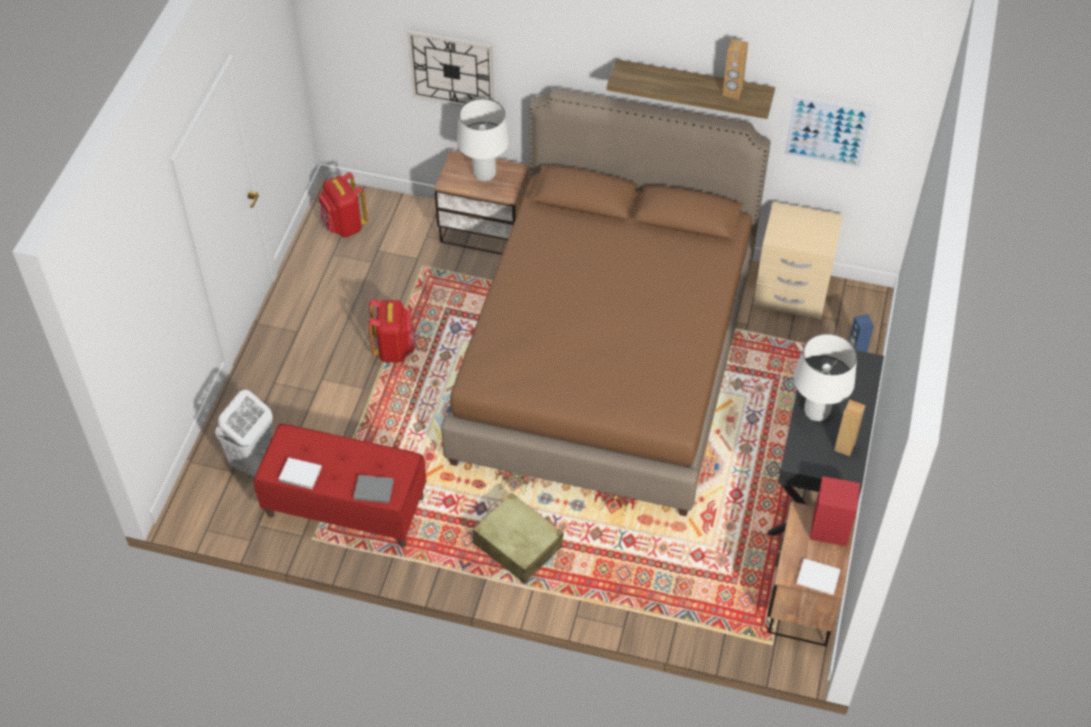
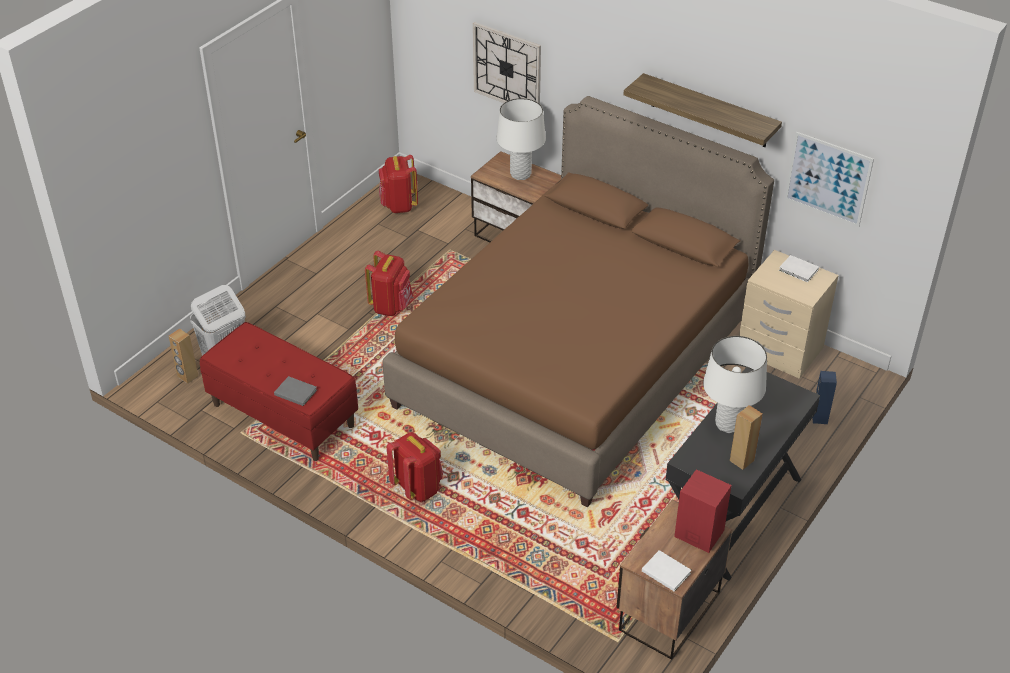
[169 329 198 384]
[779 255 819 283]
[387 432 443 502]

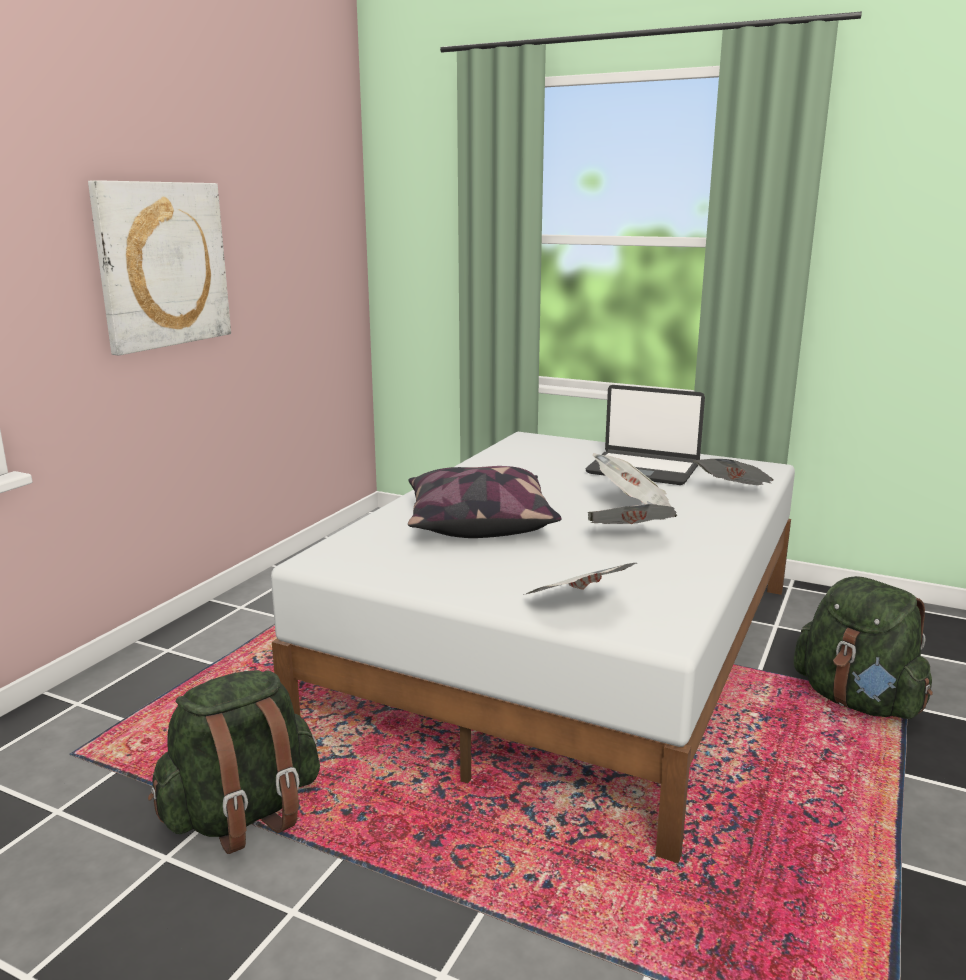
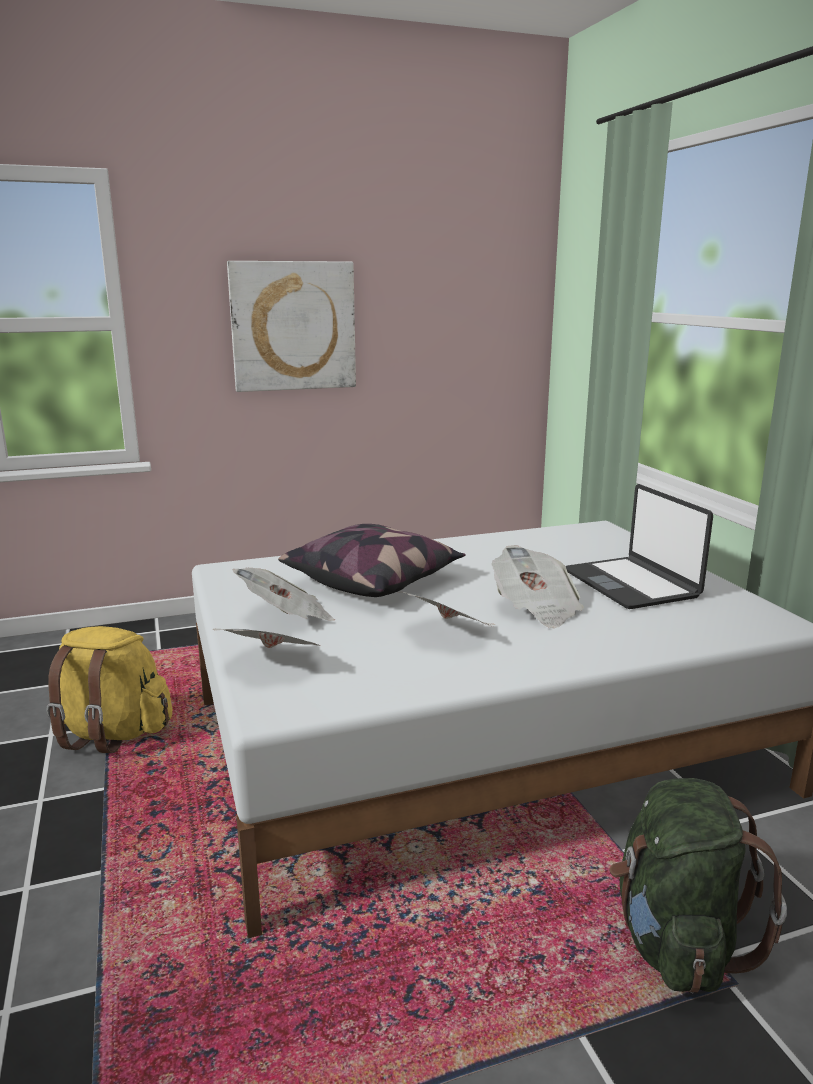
[232 568 335 621]
[46 626 172 753]

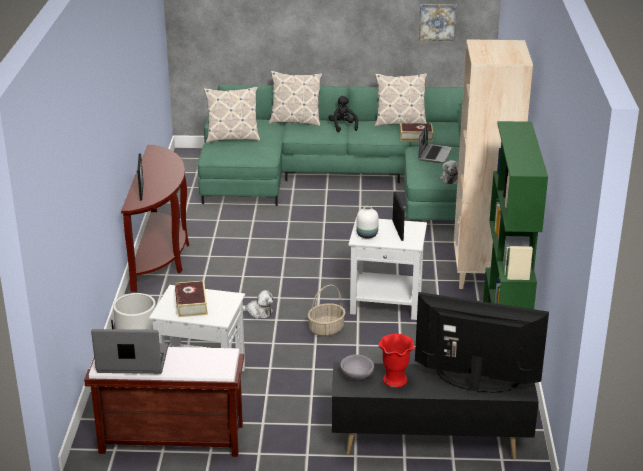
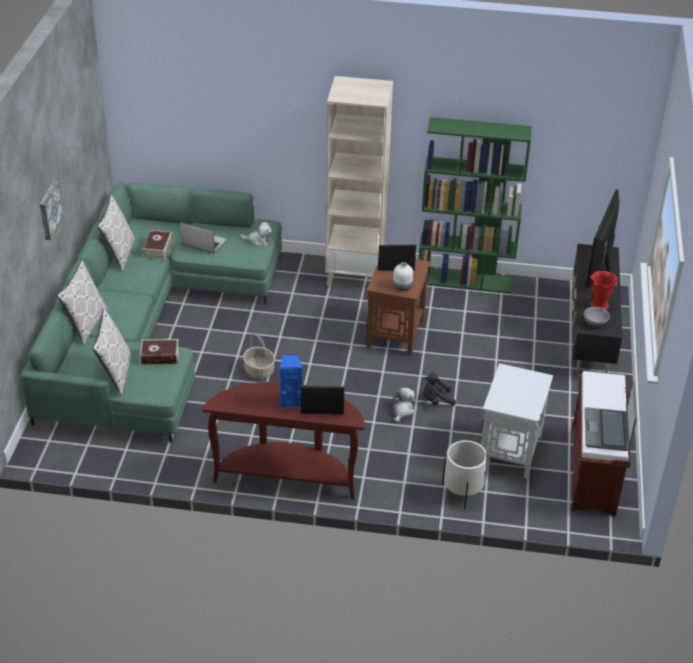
[40 181 64 240]
[423 372 456 406]
[366 259 431 355]
[140 339 179 364]
[243 333 275 379]
[279 354 302 408]

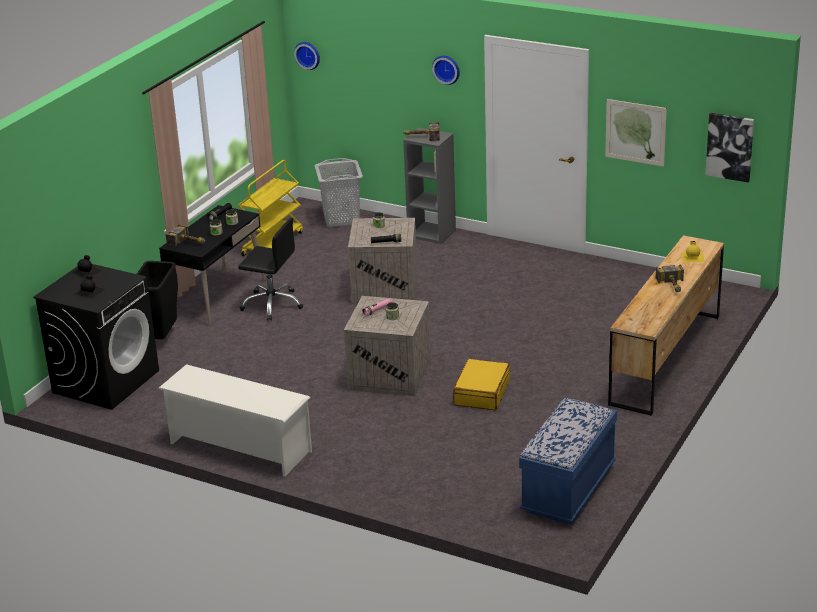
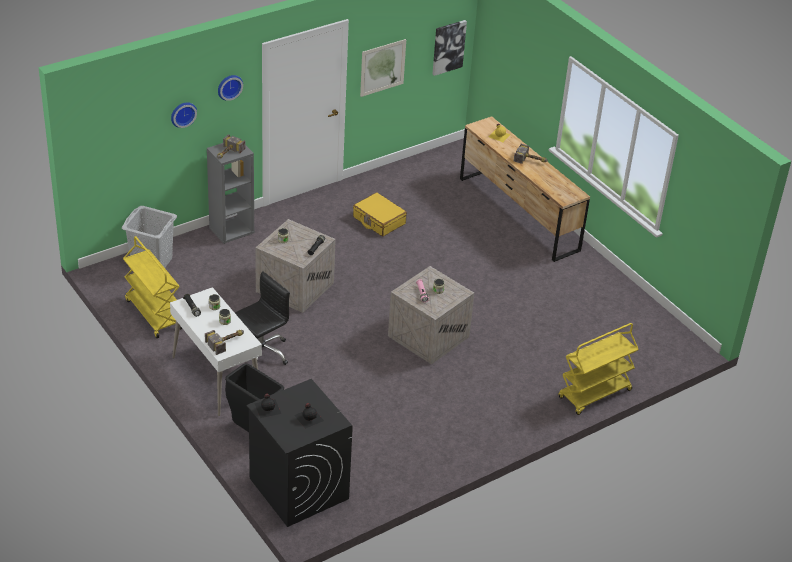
[171 102 197 128]
[170 287 262 416]
[353 192 407 237]
[158 364 312 476] (first image)
[519 398 617 525] (first image)
[558 323 639 415]

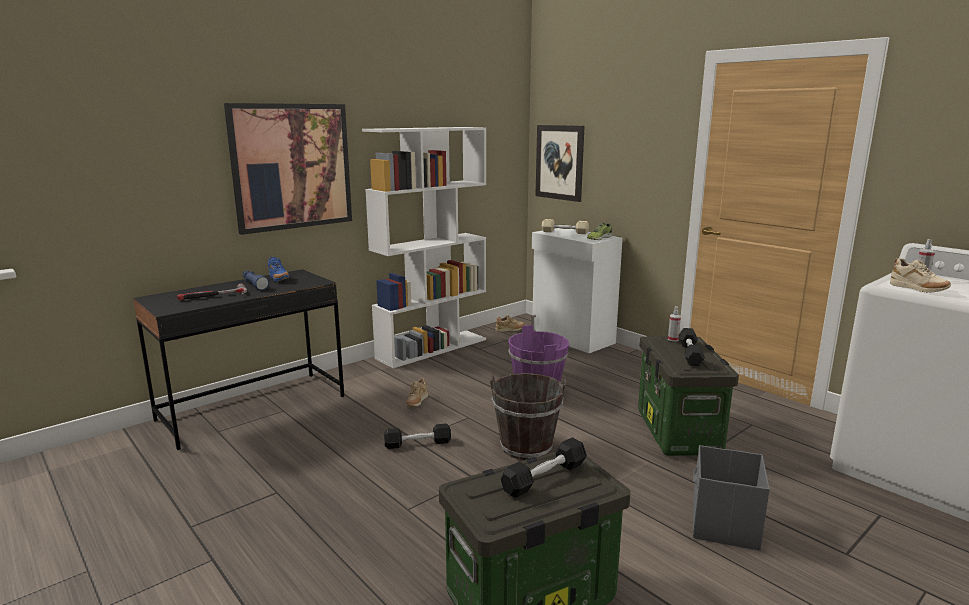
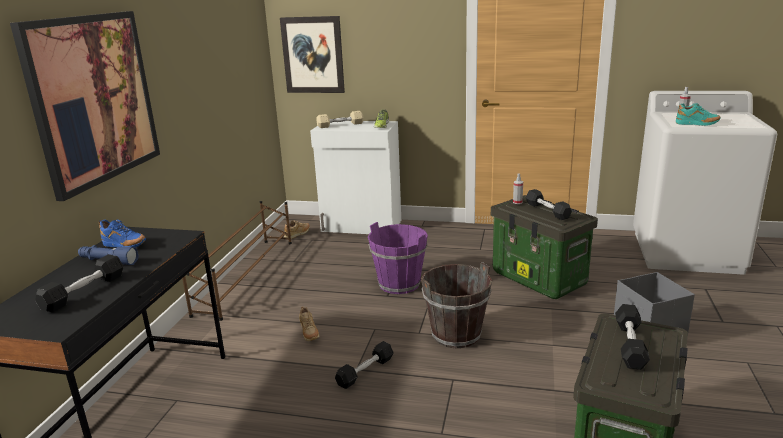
[182 201 292 321]
[676 103 721 126]
[35 254 124 312]

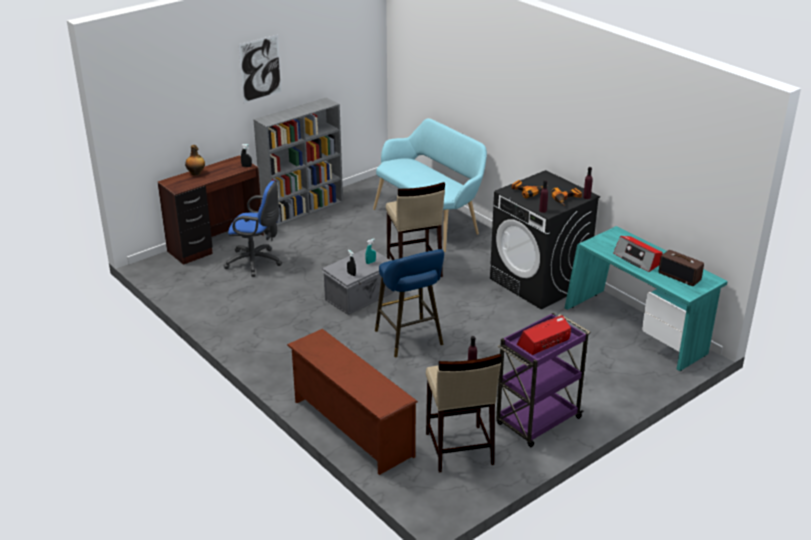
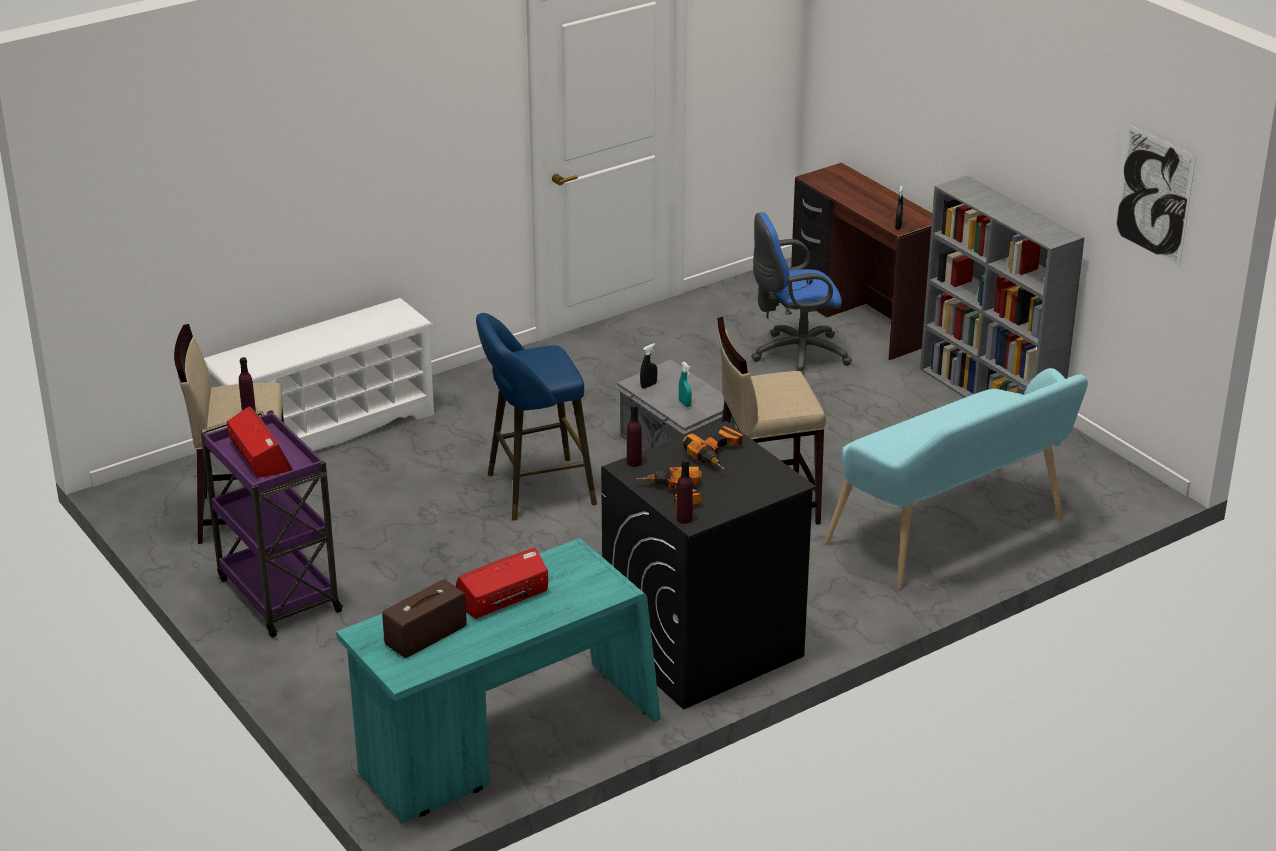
[1113 124 1196 269]
[185 145 205 176] (first image)
[751 212 852 376]
[204 298 434 451]

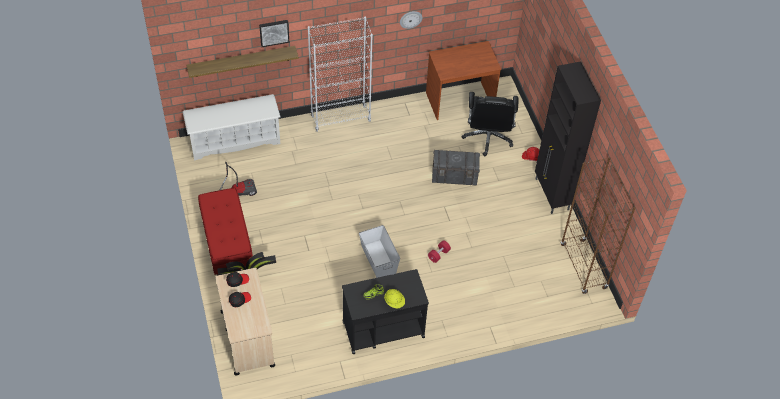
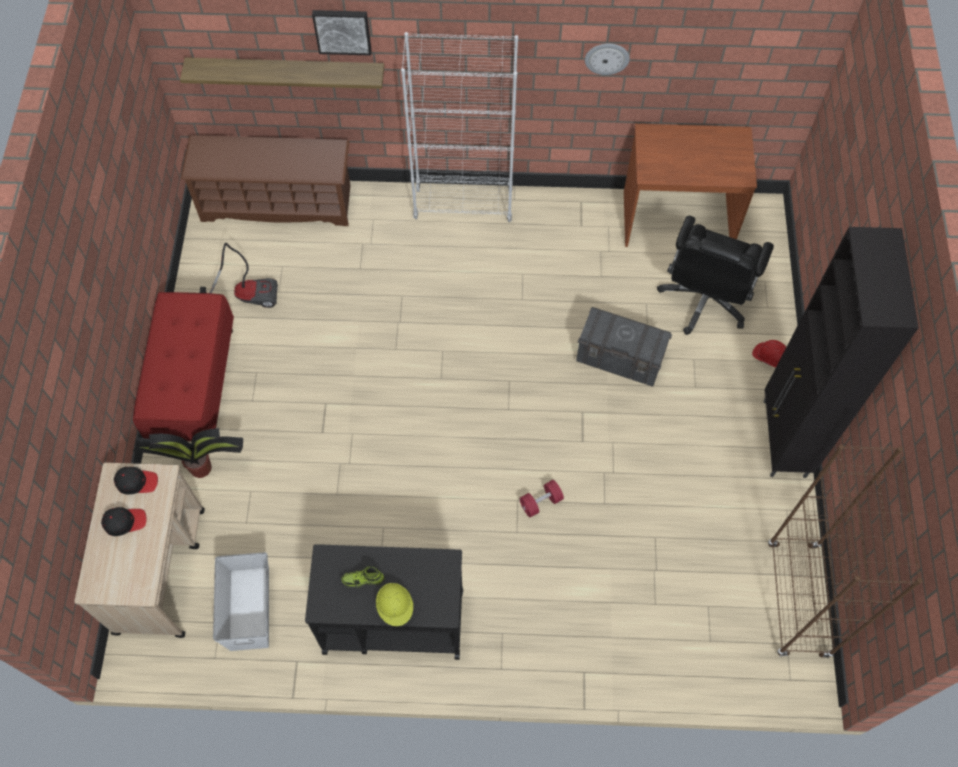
[181 135 351 226]
[213 552 269 651]

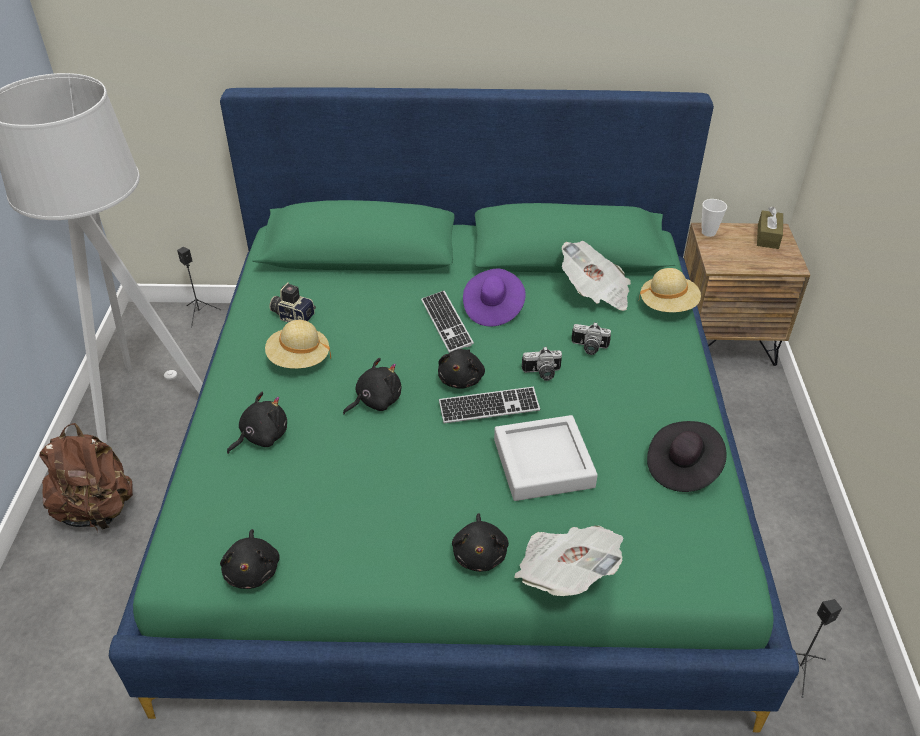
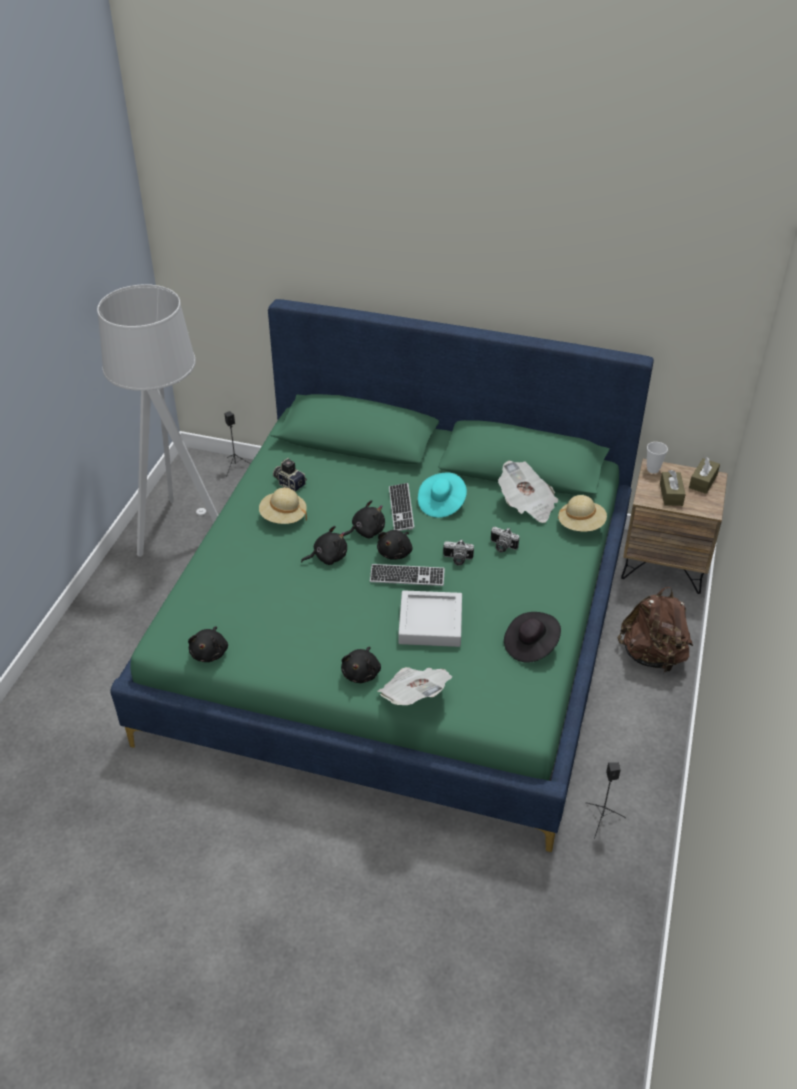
[418 473 467 518]
[344 500 385 538]
[617 587 693 672]
[660 470 686 506]

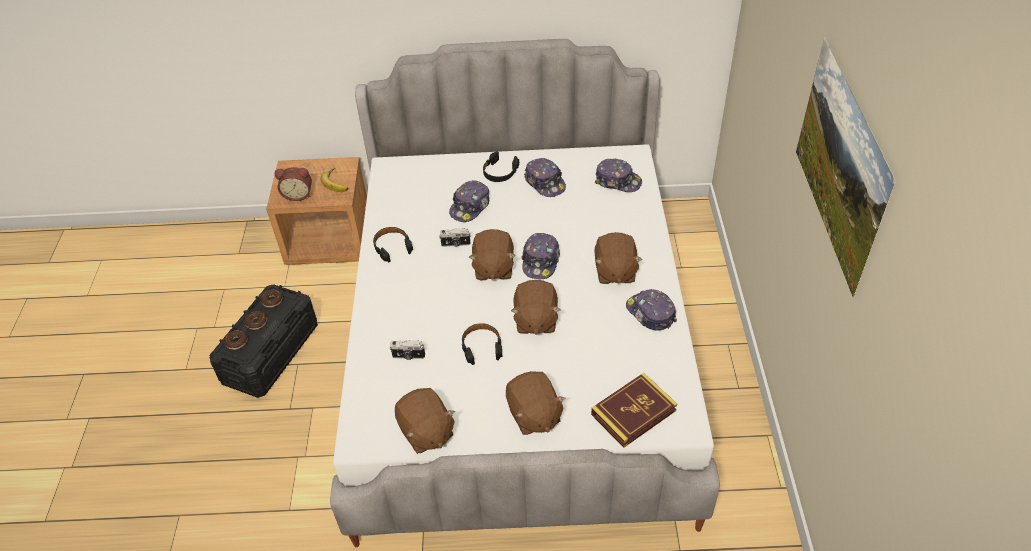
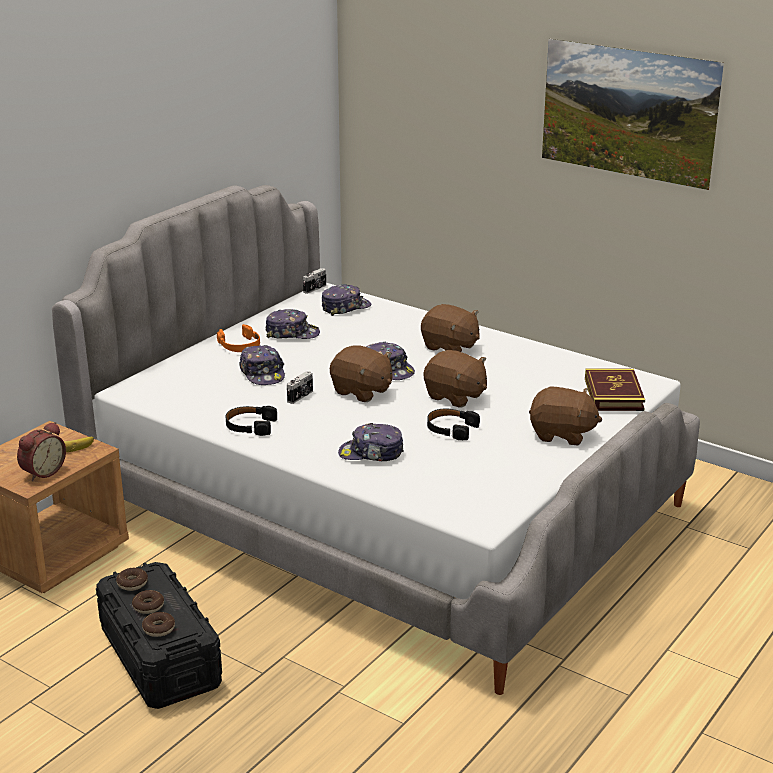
[217 324 260 352]
[338 423 404 461]
[303 268 326 294]
[395 388 455 454] (first image)

